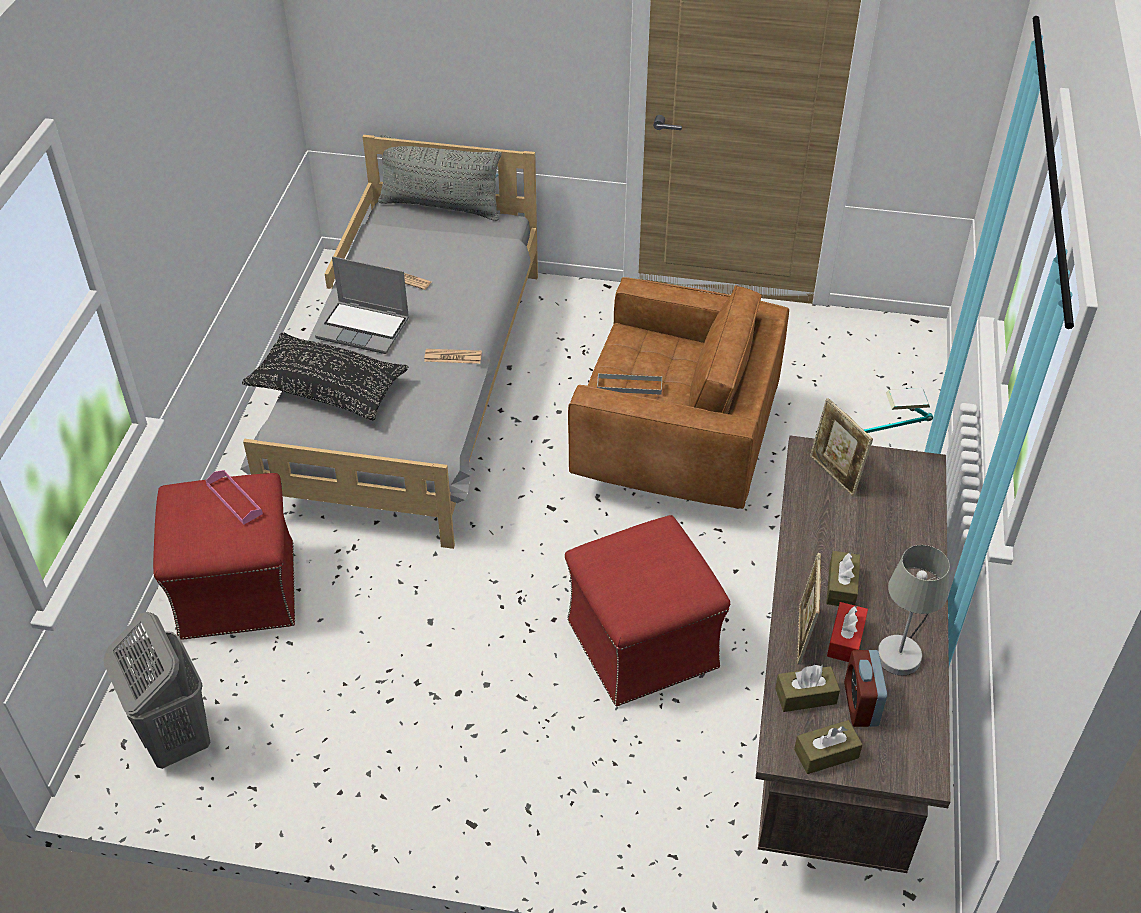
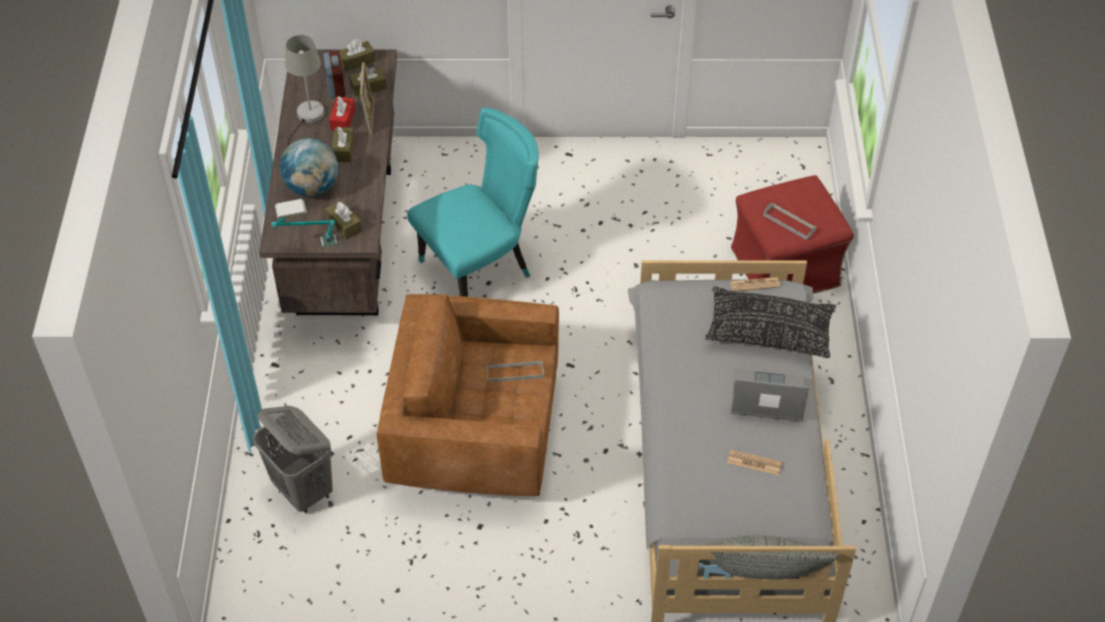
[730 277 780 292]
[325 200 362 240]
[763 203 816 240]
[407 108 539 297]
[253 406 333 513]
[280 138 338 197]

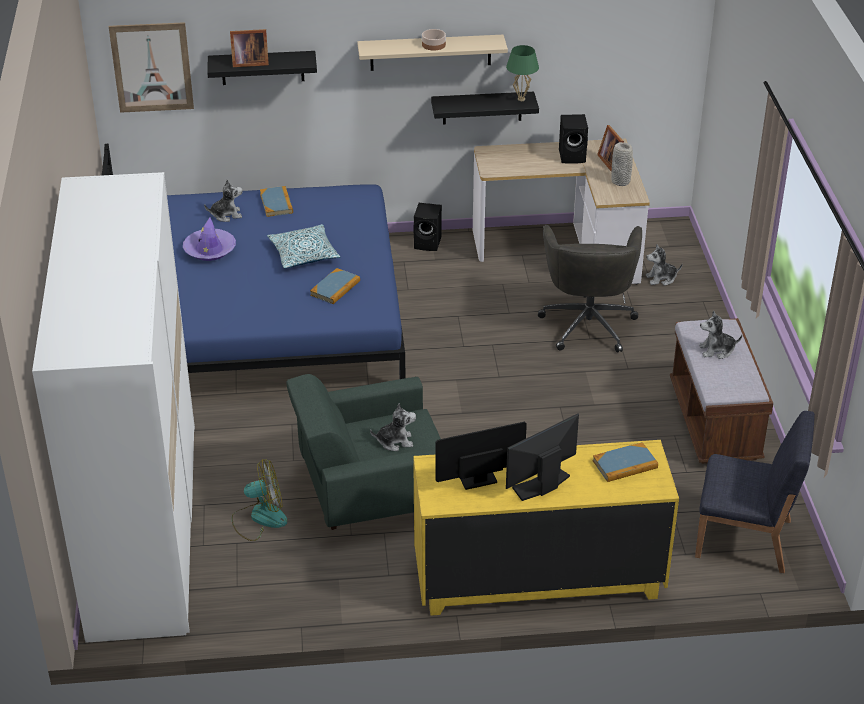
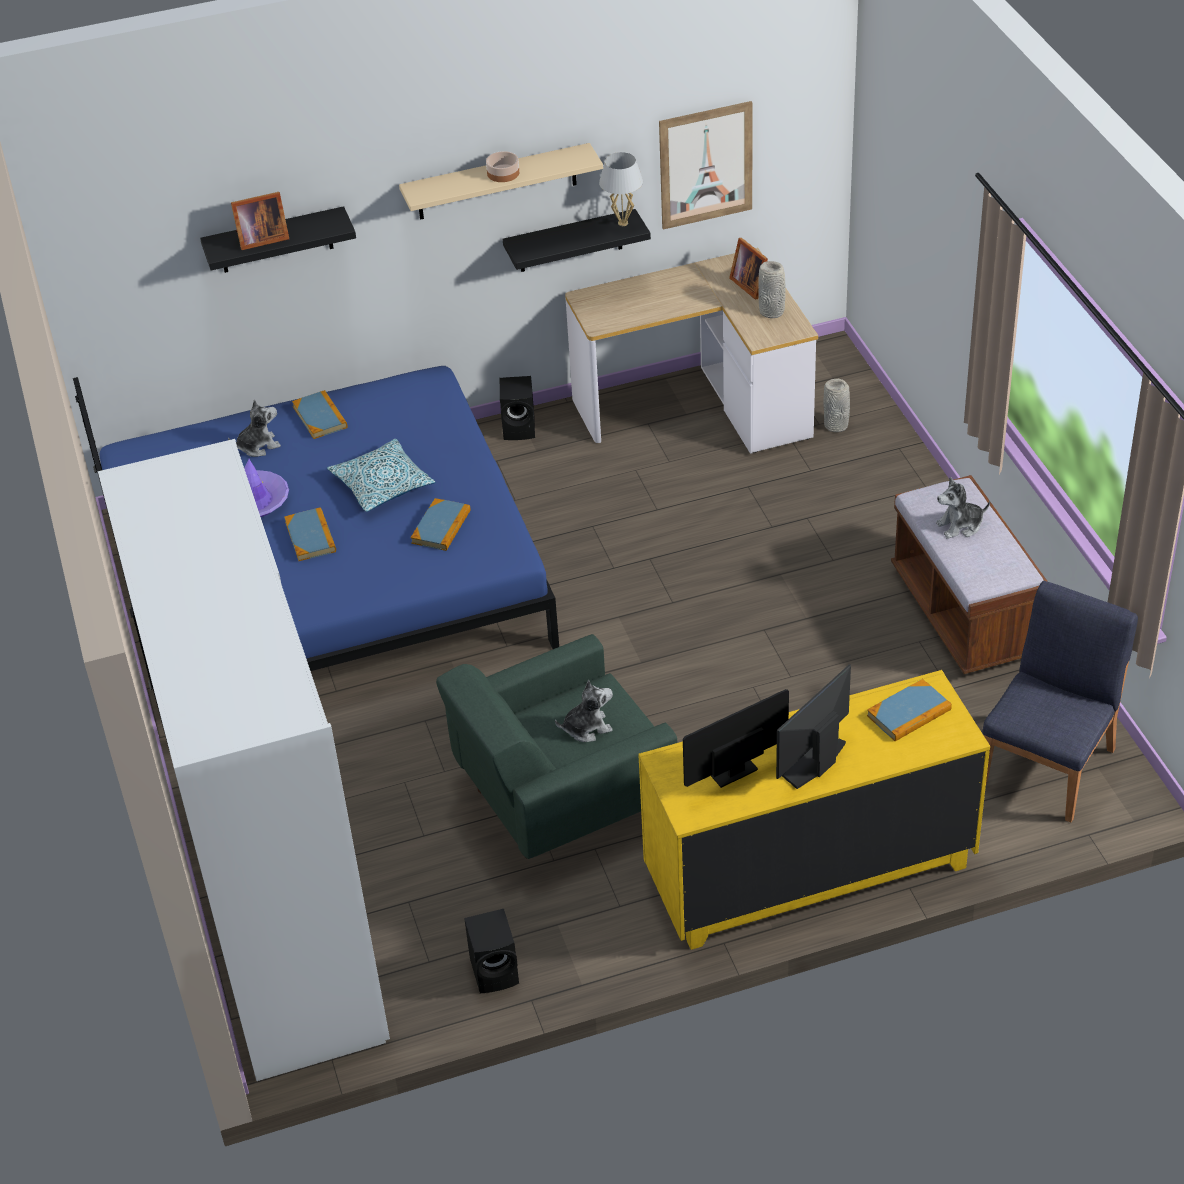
[659 101 753 230]
[599 152 643 226]
[464 909 519 993]
[538 225 642 353] (first image)
[823 379 850 432]
[982 581 1138 822]
[231 459 287 541] (first image)
[284 507 336 561]

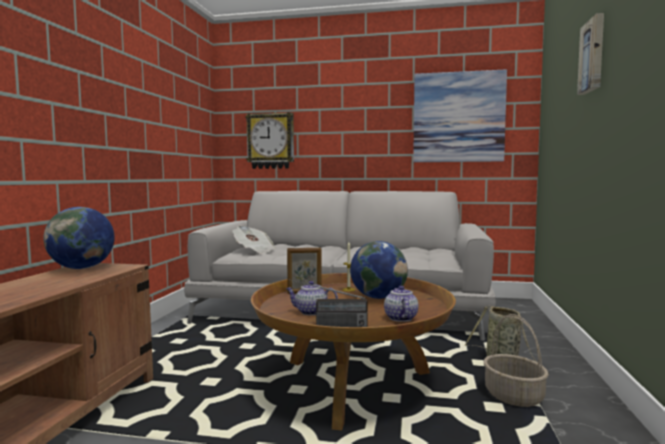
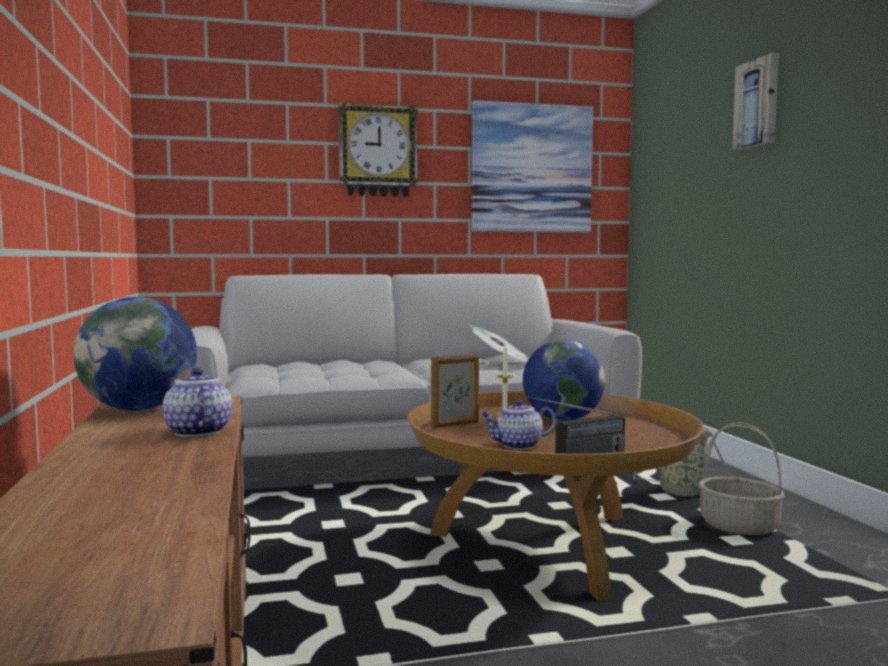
[338 102 418 197]
[470 325 527 363]
[162 368 232 437]

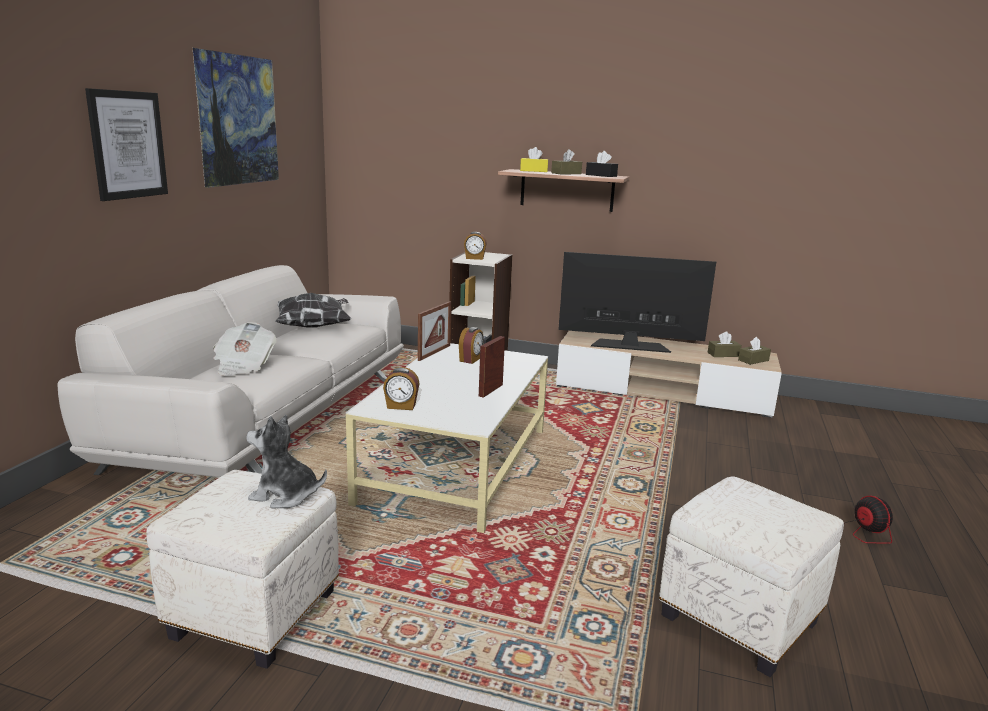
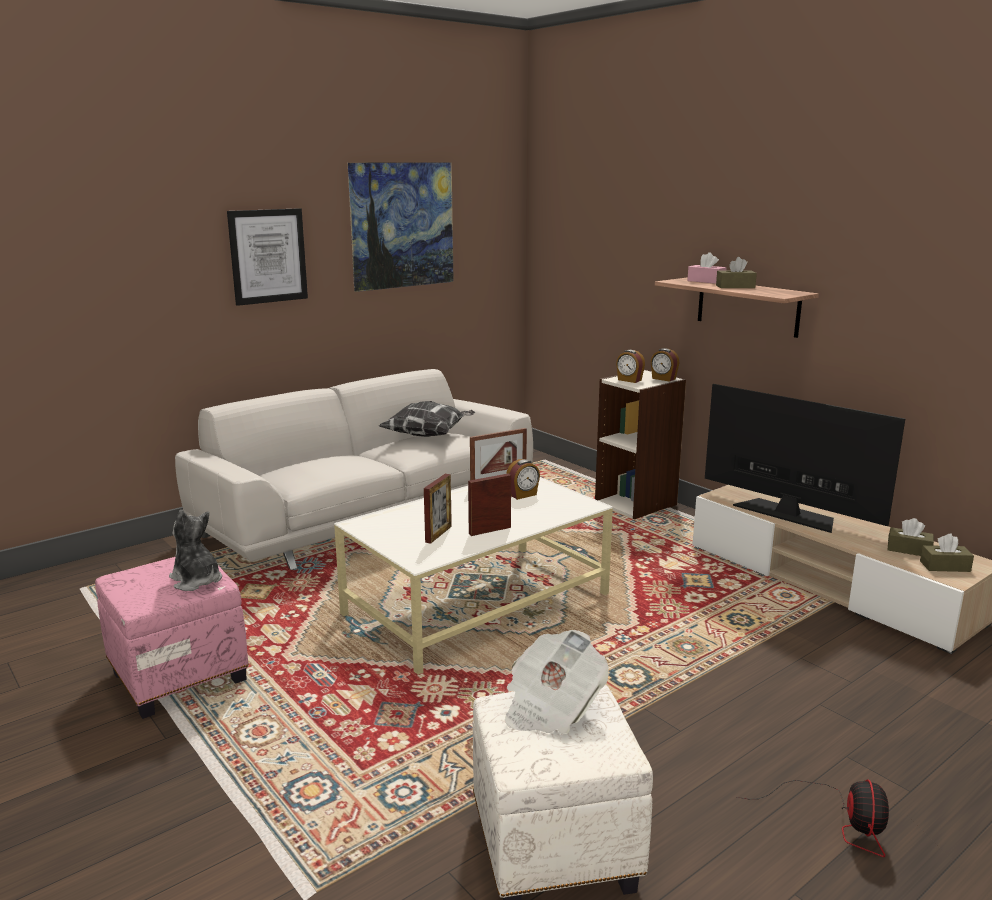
[687 252 727 284]
[586 151 618 177] (first image)
[505 630 609 734]
[651 348 679 382]
[95 557 249 719]
[424 474 452 544]

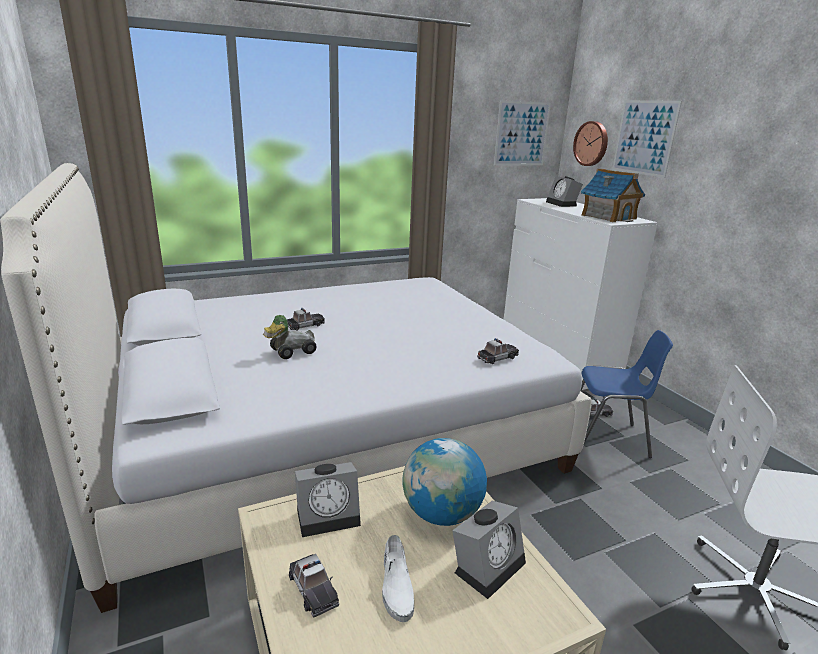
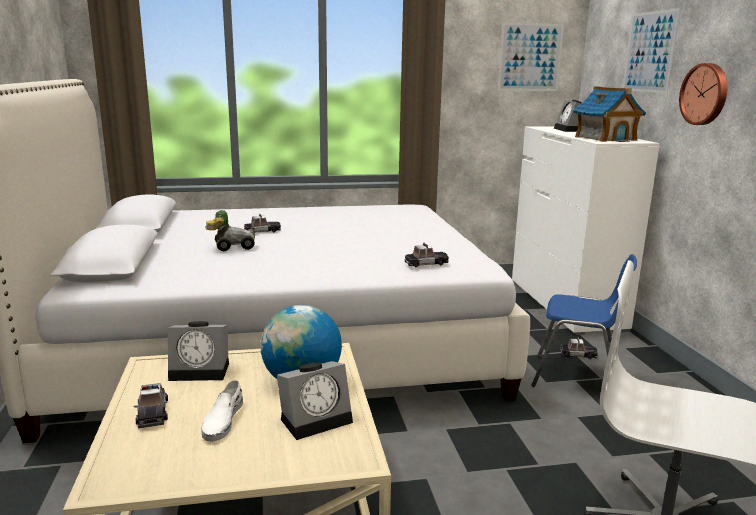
[679 63 727 125]

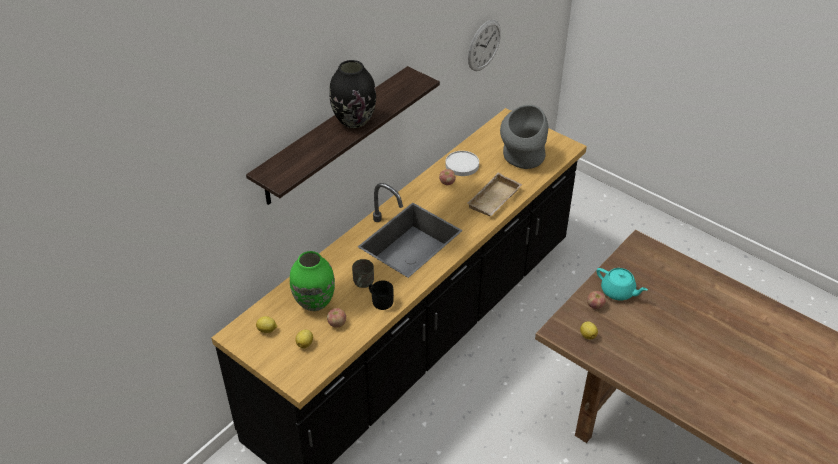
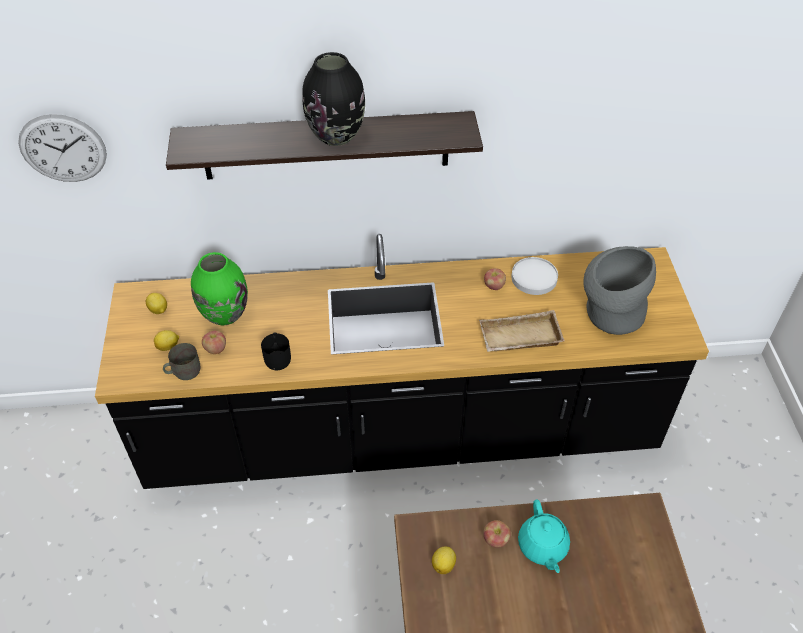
[18 114 107 182]
[163 343 201 380]

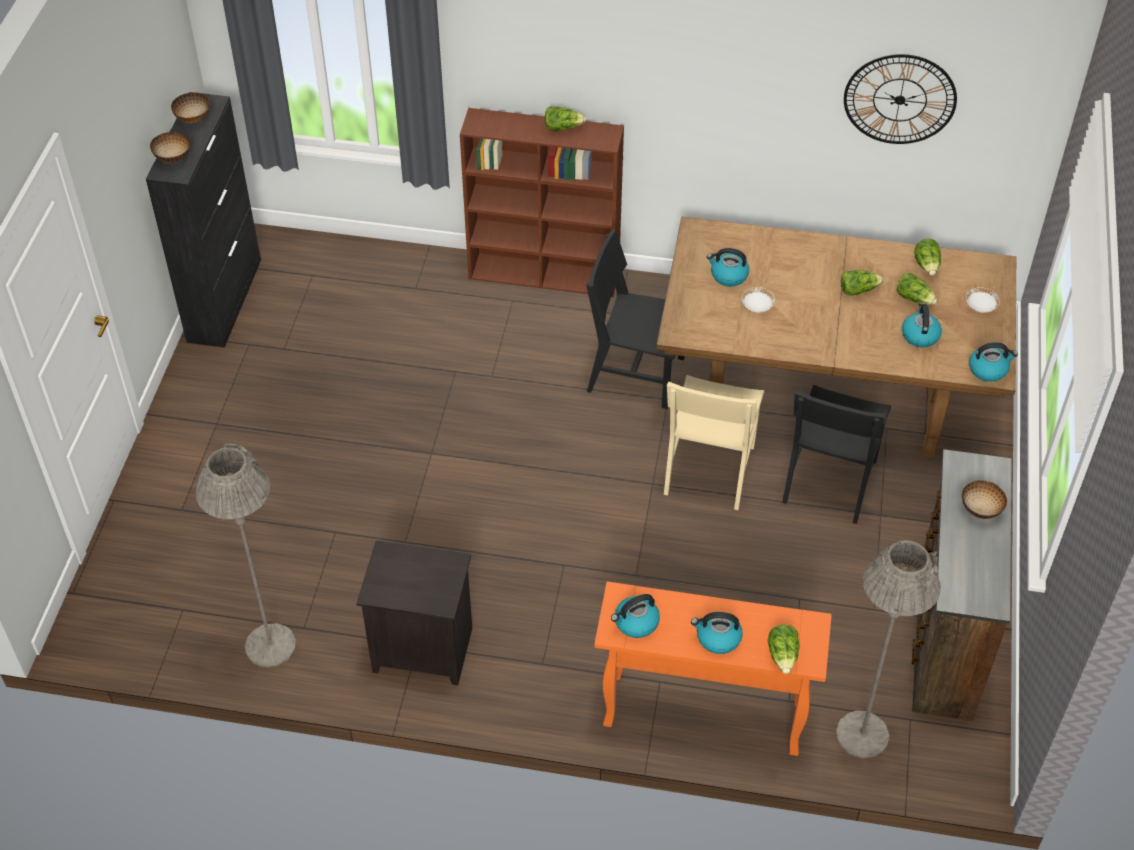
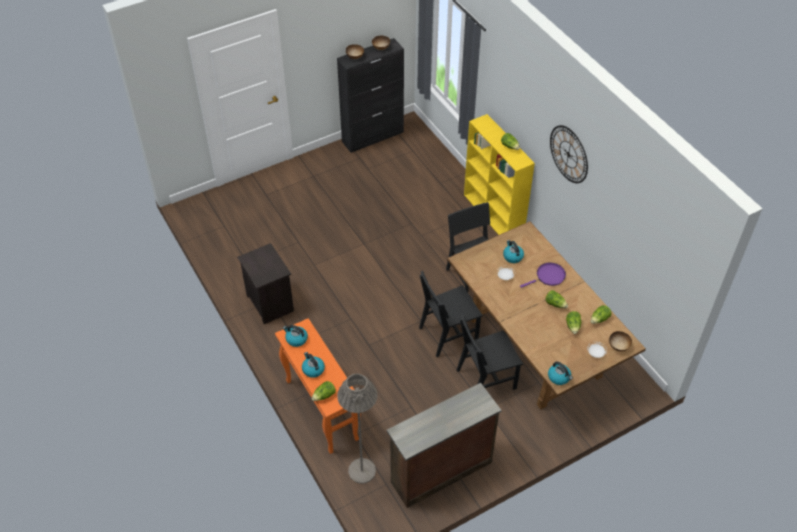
[550 125 588 183]
[464 114 535 235]
[902 302 942 347] (first image)
[419 271 483 357]
[196 443 296 668] (first image)
[609 331 632 351]
[520 263 566 288]

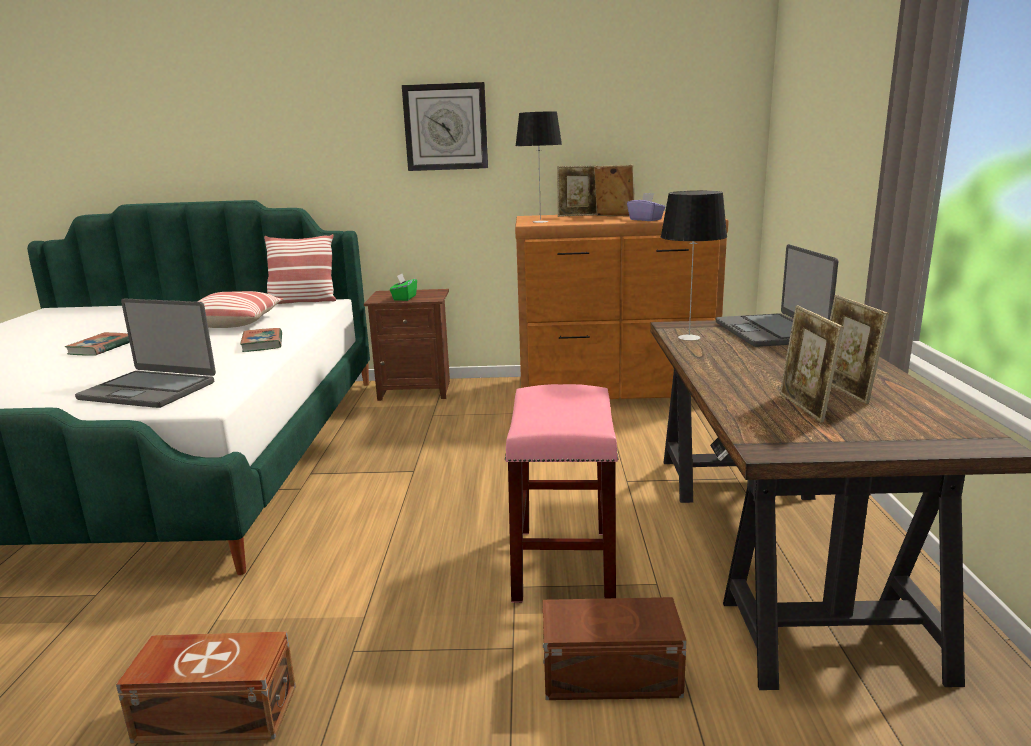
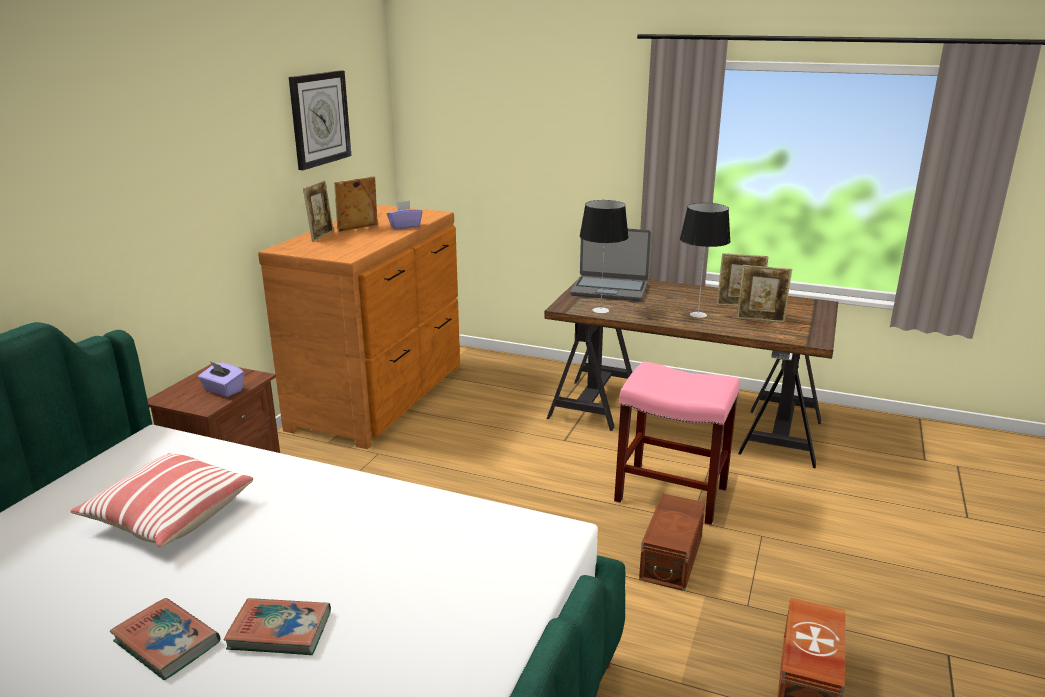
[289 71 351 170]
[680 203 731 318]
[264 234 336 304] (first image)
[198 361 244 397]
[75 298 216 408] (first image)
[224 598 331 655]
[639 493 705 591]

